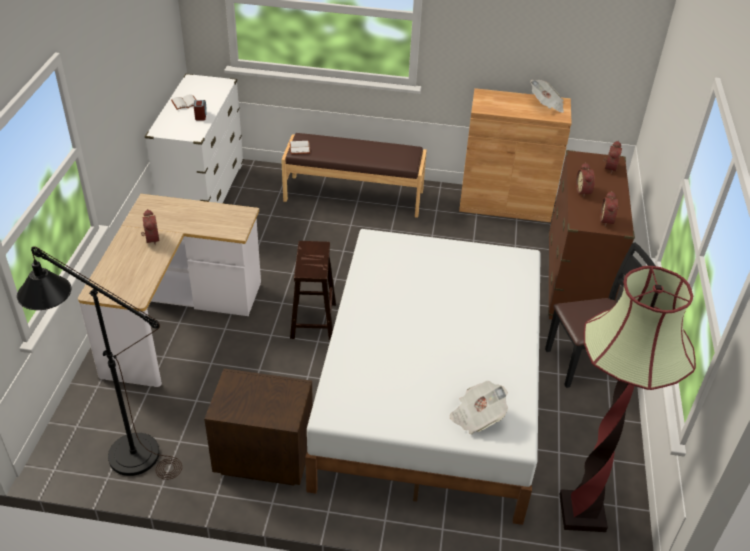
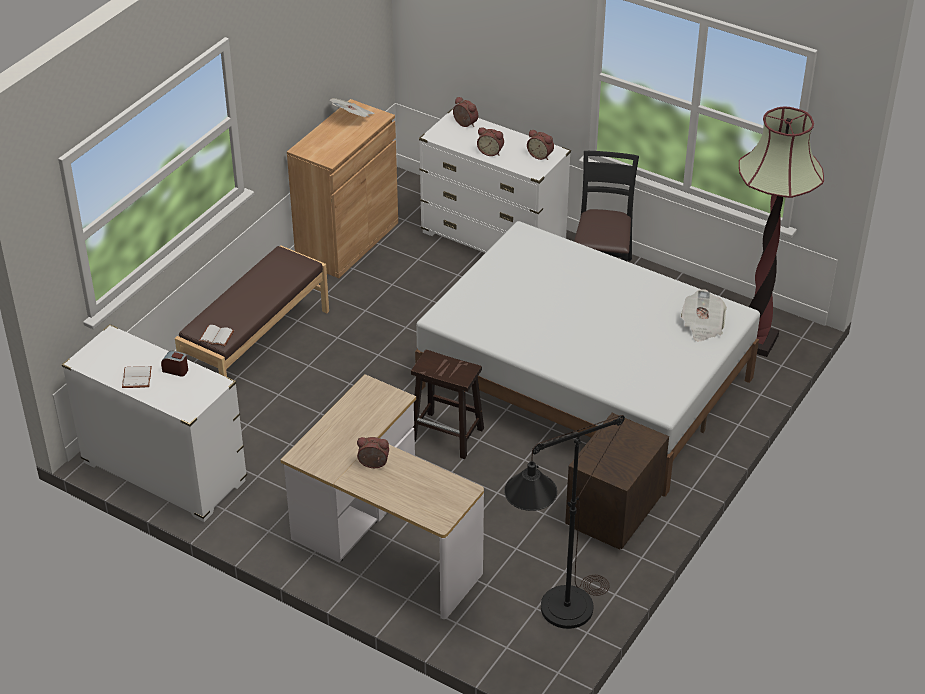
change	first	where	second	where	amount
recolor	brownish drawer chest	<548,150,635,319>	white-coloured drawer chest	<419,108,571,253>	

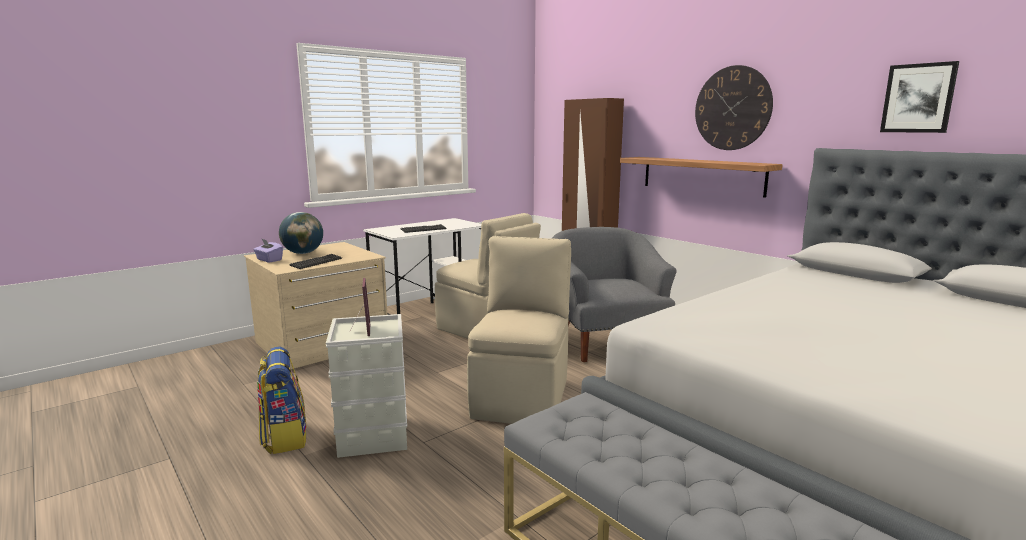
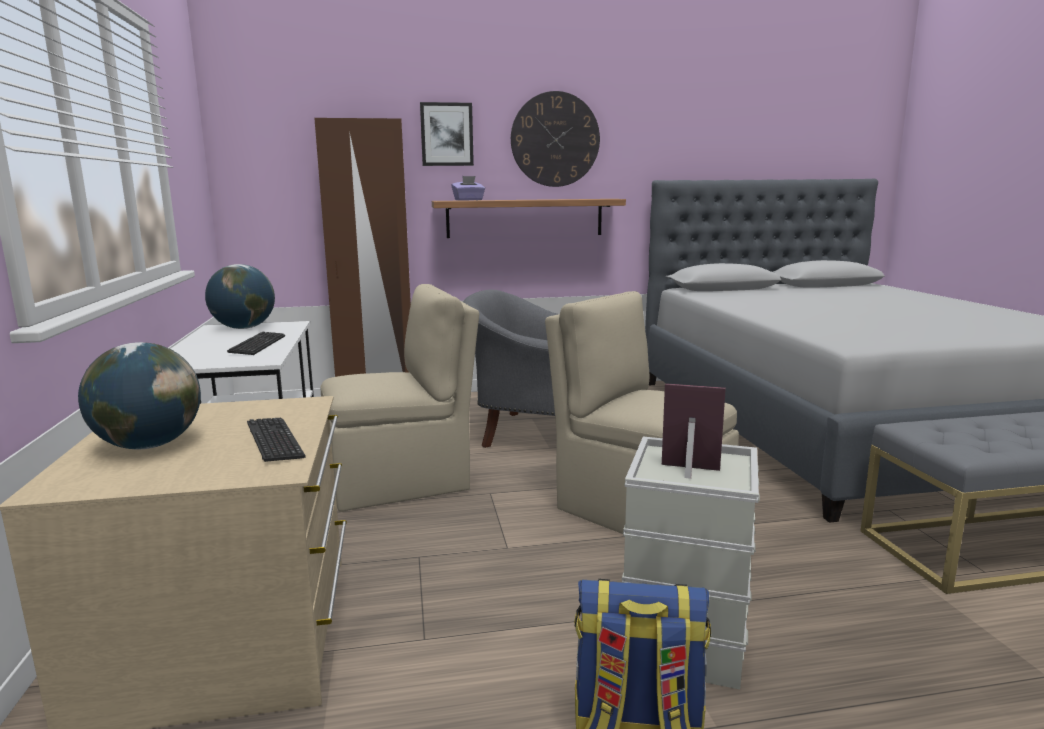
change	first	where	second	where	amount
insert			world globe	<205,264,275,329>	
move	picture	<880,61,959,133>		<420,102,474,166>	
move	purple tissue box	<253,239,283,263>		<451,176,485,201>	

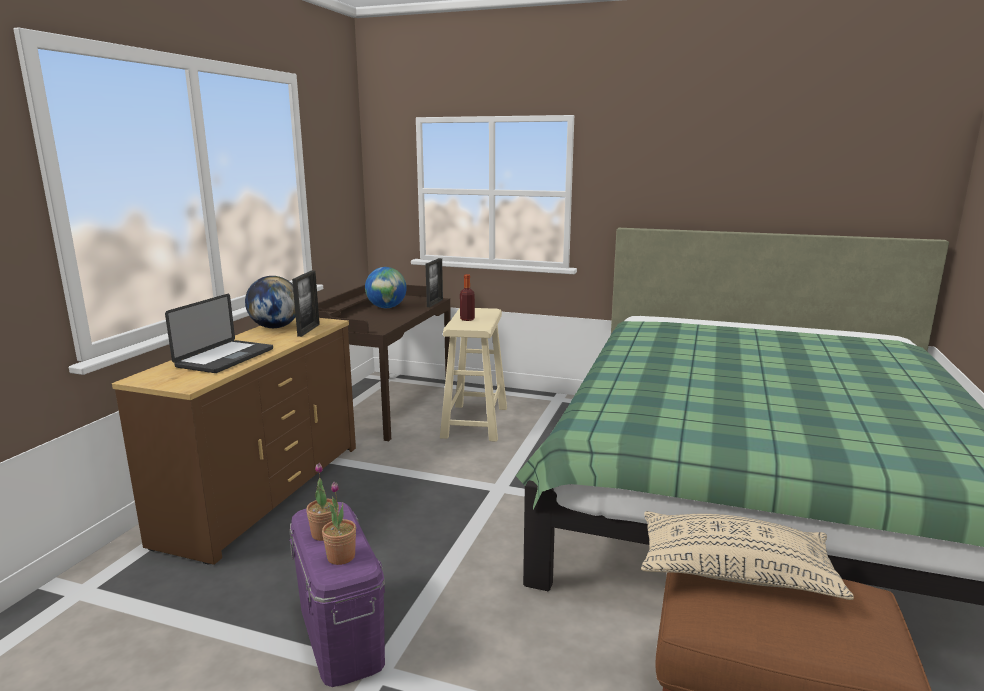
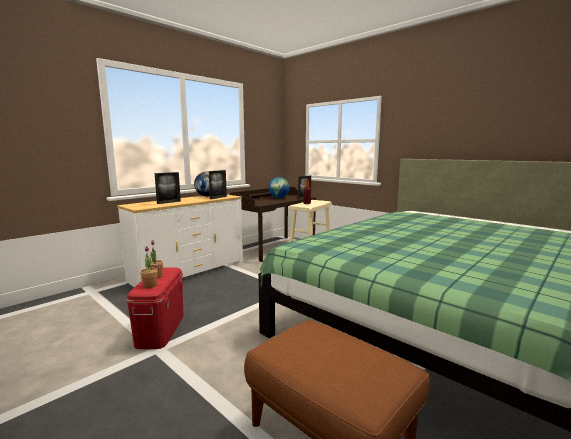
change	first	where	second	where	amount
recolor	brownish drawer chest	<112,318,356,565>	white-coloured drawer chest	<117,194,243,287>	
recolor	purple storage box	<289,502,385,687>	red-coloured storage box	<126,267,183,349>	
replace	laptop	<165,294,273,373>	photo frame	<155,172,181,204>	
delete	sand-coloured cushion	<641,511,854,600>			

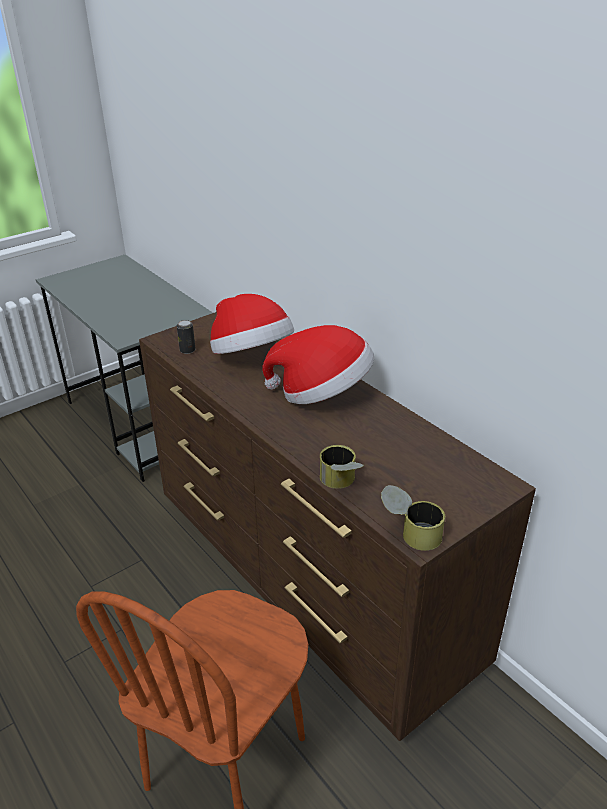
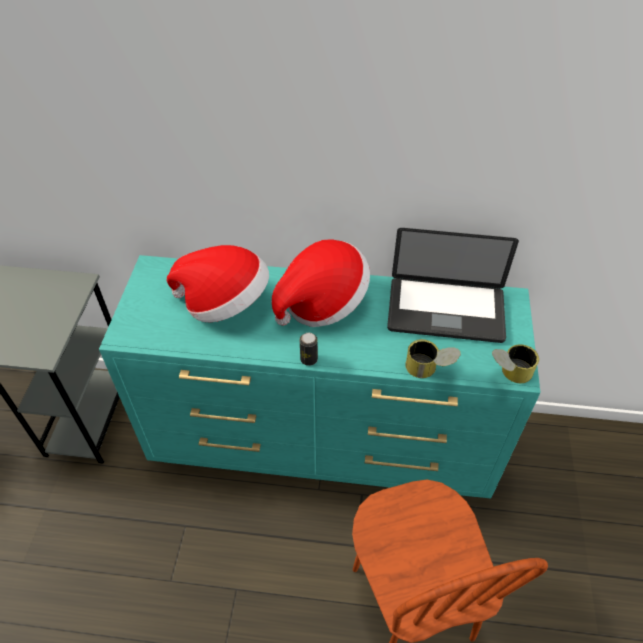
change	first	where	second	where	amount
recolor	brownish drawer chest	<139,312,536,741>	turquoise drawer chest	<99,255,541,498>	
move	can	<177,320,195,354>		<300,333,318,366>	
insert			laptop	<387,228,519,343>	

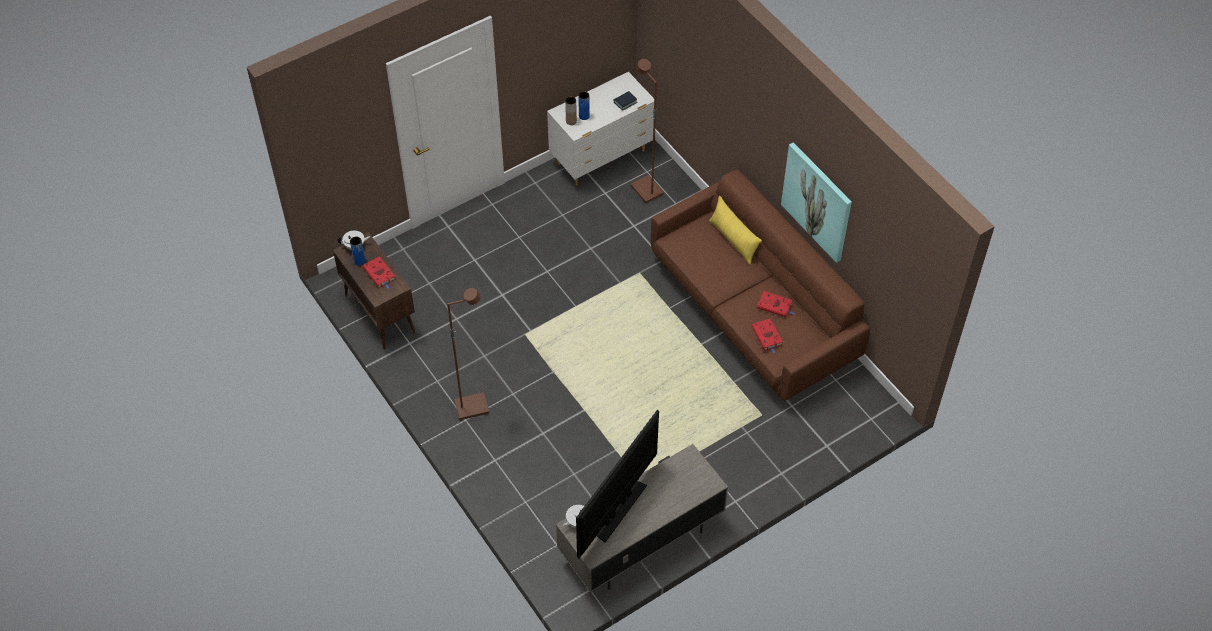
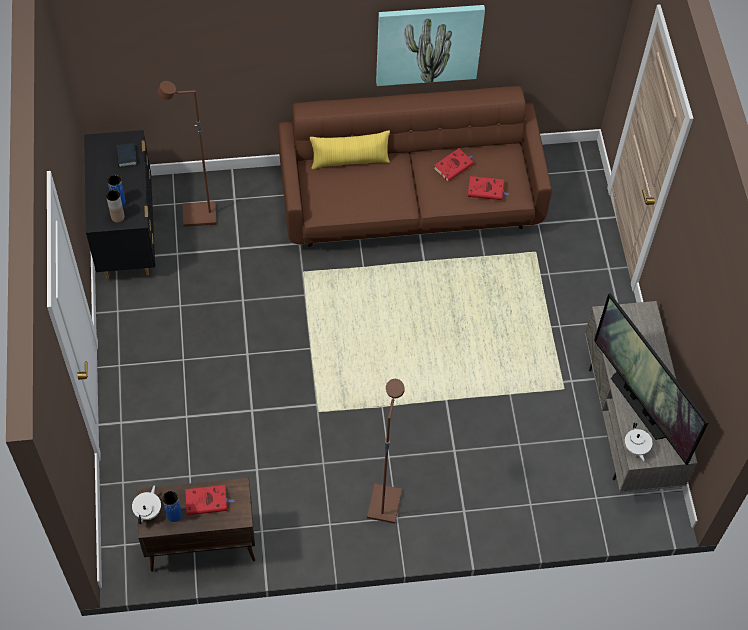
change	first	where	second	where	amount
recolor	white-coloured drawer chest	<547,72,654,186>	black-coloured drawer chest	<84,130,156,279>	

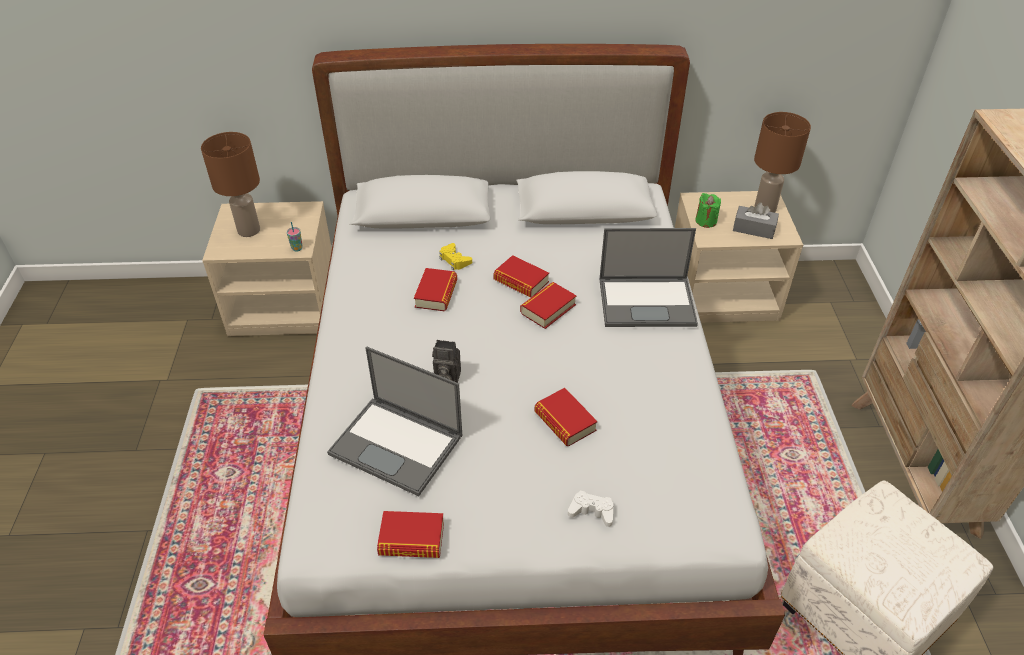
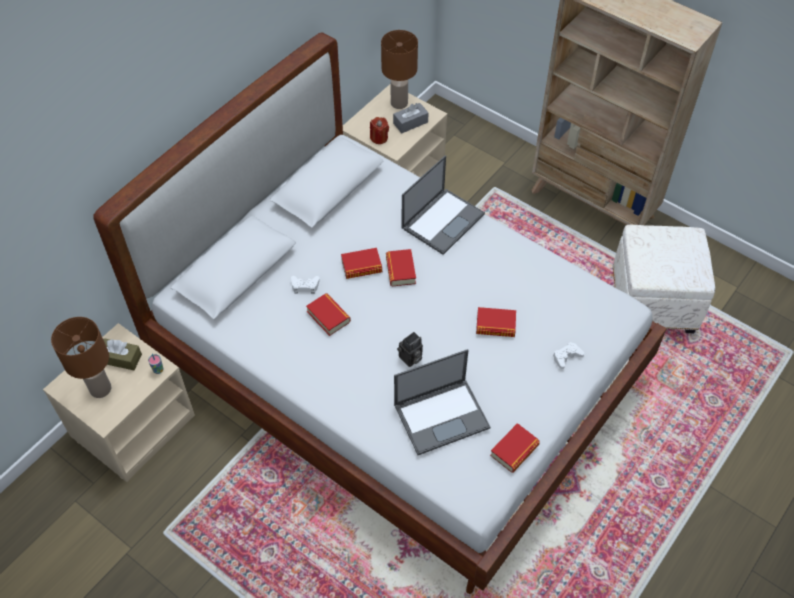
change	first	where	second	where	amount
insert			brownish tissue box	<103,338,142,370>	
recolor	yellow joypad	<439,243,472,270>	white-coloured joypad	<291,276,320,294>	
recolor	greenish candle	<695,193,721,228>	red-coloured candle	<370,117,389,144>	

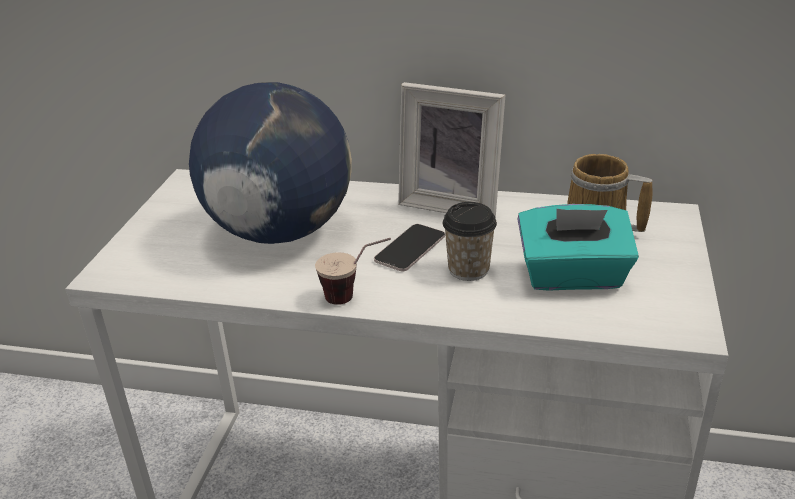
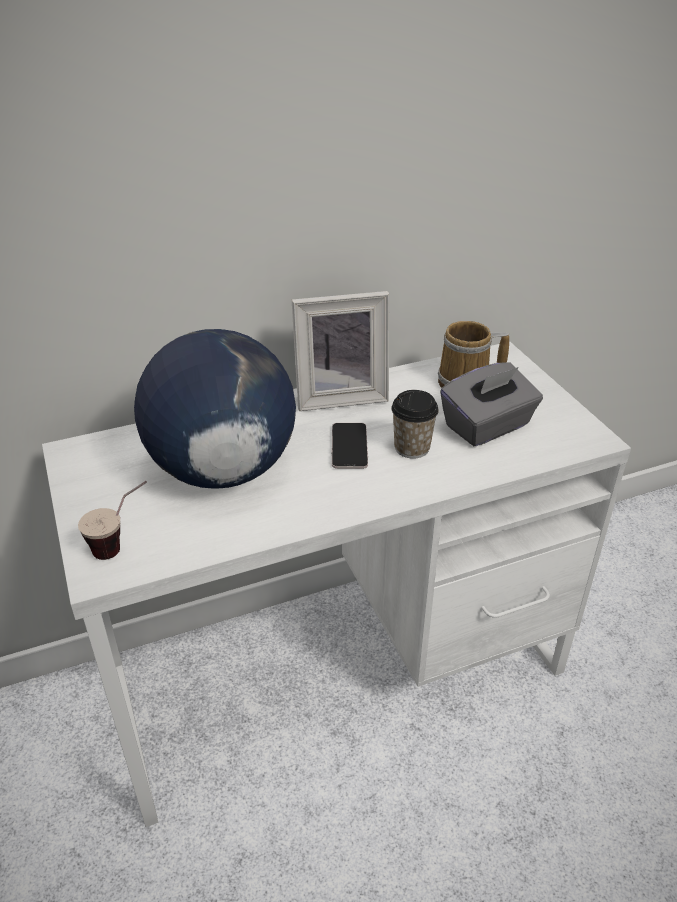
change	first	where	second	where	amount
move	small cup	<315,238,391,305>		<78,481,147,560>	
recolor	turquoise tissue box	<518,204,639,291>	greyish tissue box	<440,363,543,446>	

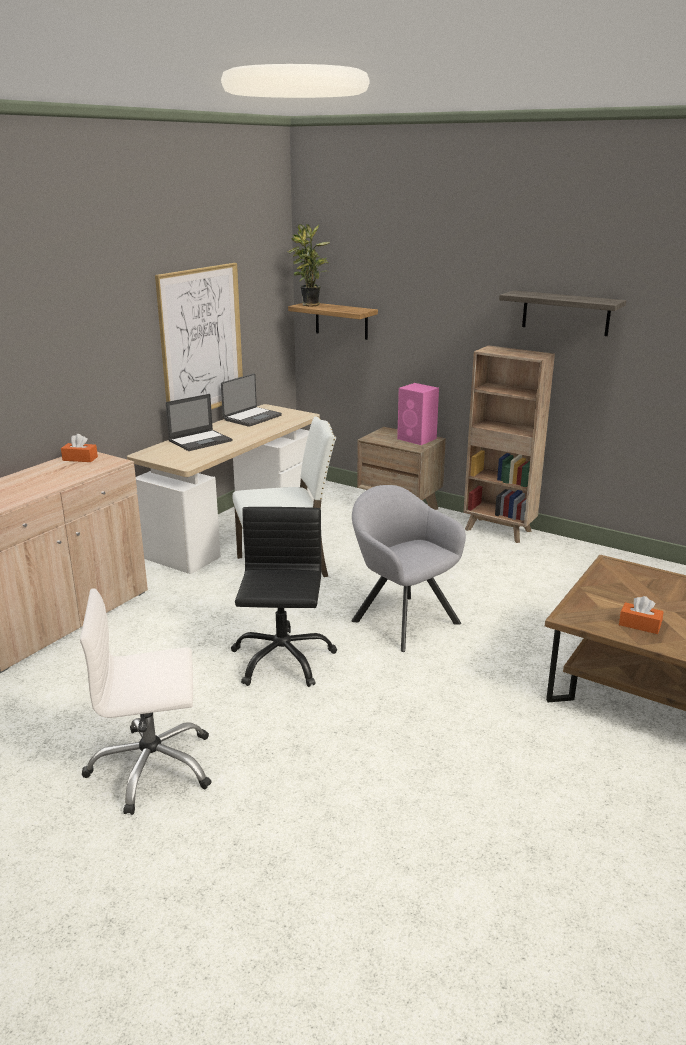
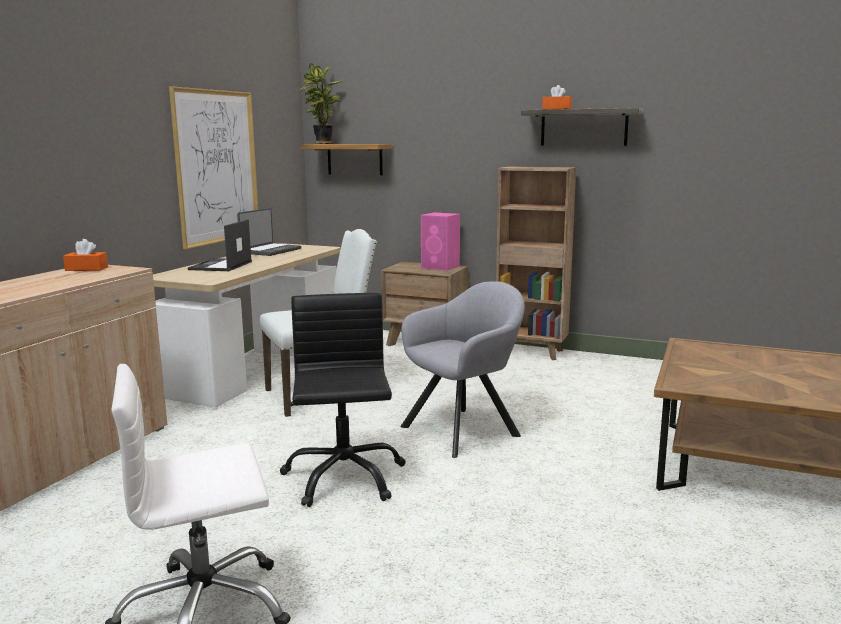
change	first	where	second	where	amount
rotate	laptop	<166,394,232,451>		<188,219,252,271>	150 degrees clockwise
rotate	greyish lounge chair	<351,485,466,652>		<400,281,525,458>	105 degrees clockwise
move	orange-coloured tissue box	<619,596,664,634>		<542,85,572,109>	

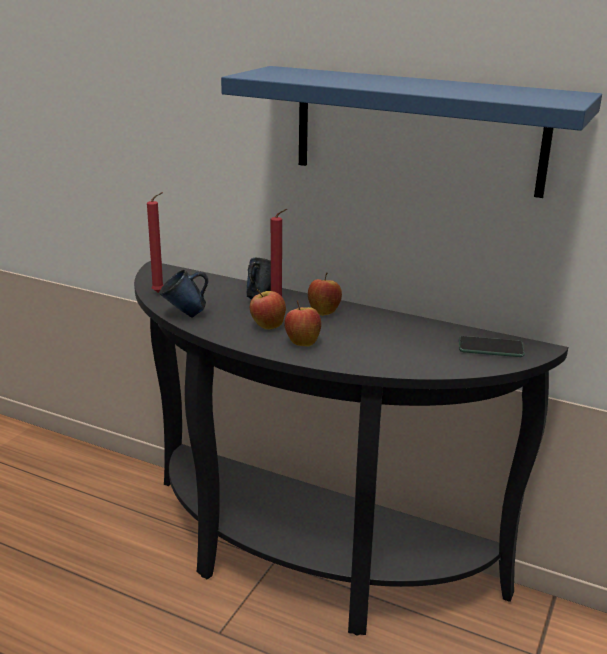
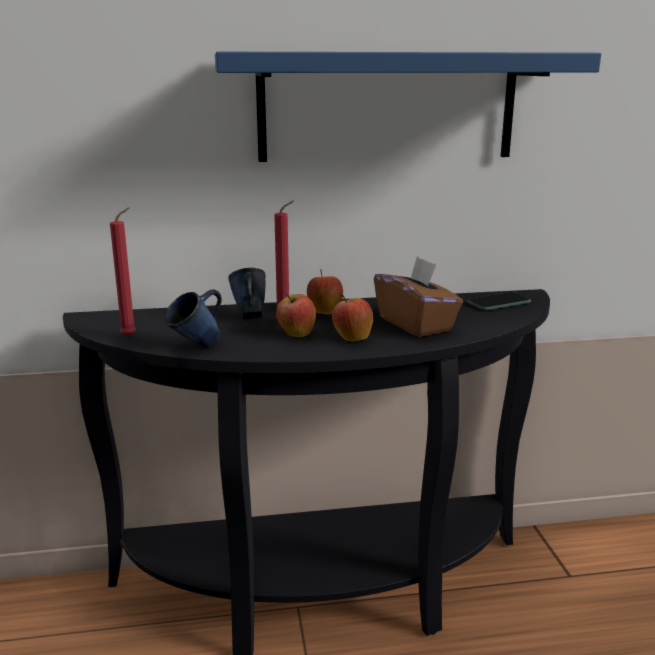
change	first	where	second	where	amount
insert			brownish tissue box	<374,256,463,337>	

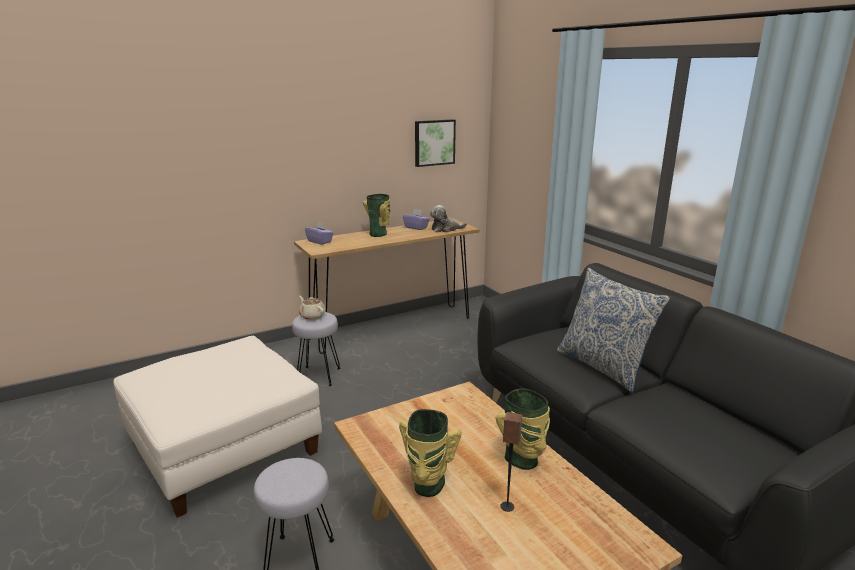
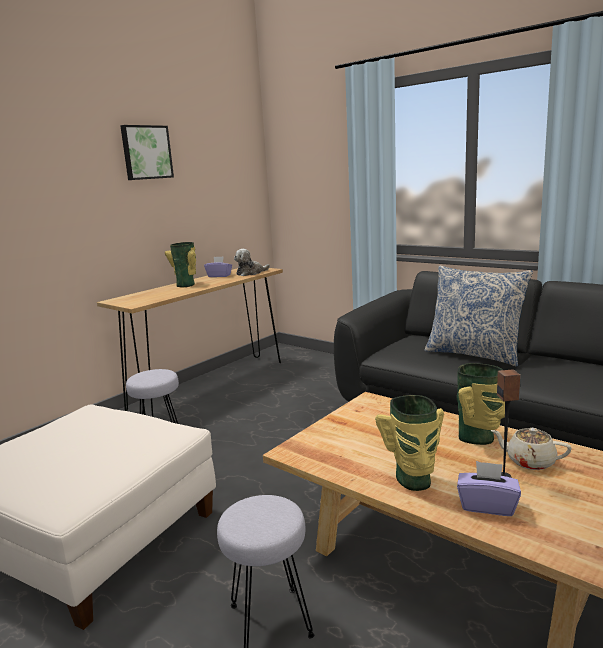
change	first	where	second	where	amount
move	picture	<415,119,456,167>		<120,125,174,180>	
move	purple tissue box	<305,221,334,245>		<457,461,521,516>	
move	sand-coloured tea pot	<299,296,325,320>		<491,428,572,470>	

